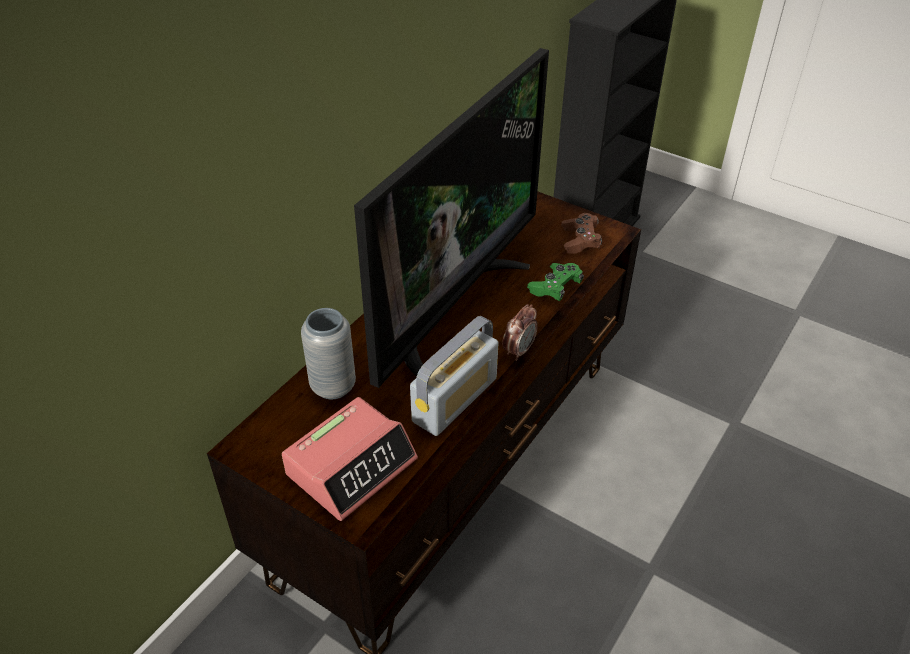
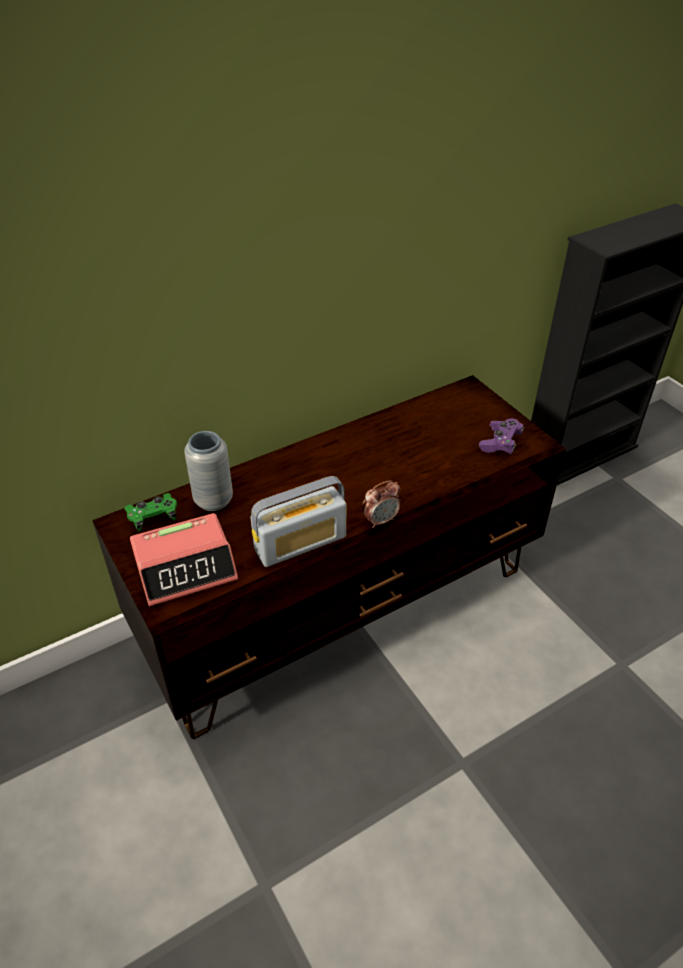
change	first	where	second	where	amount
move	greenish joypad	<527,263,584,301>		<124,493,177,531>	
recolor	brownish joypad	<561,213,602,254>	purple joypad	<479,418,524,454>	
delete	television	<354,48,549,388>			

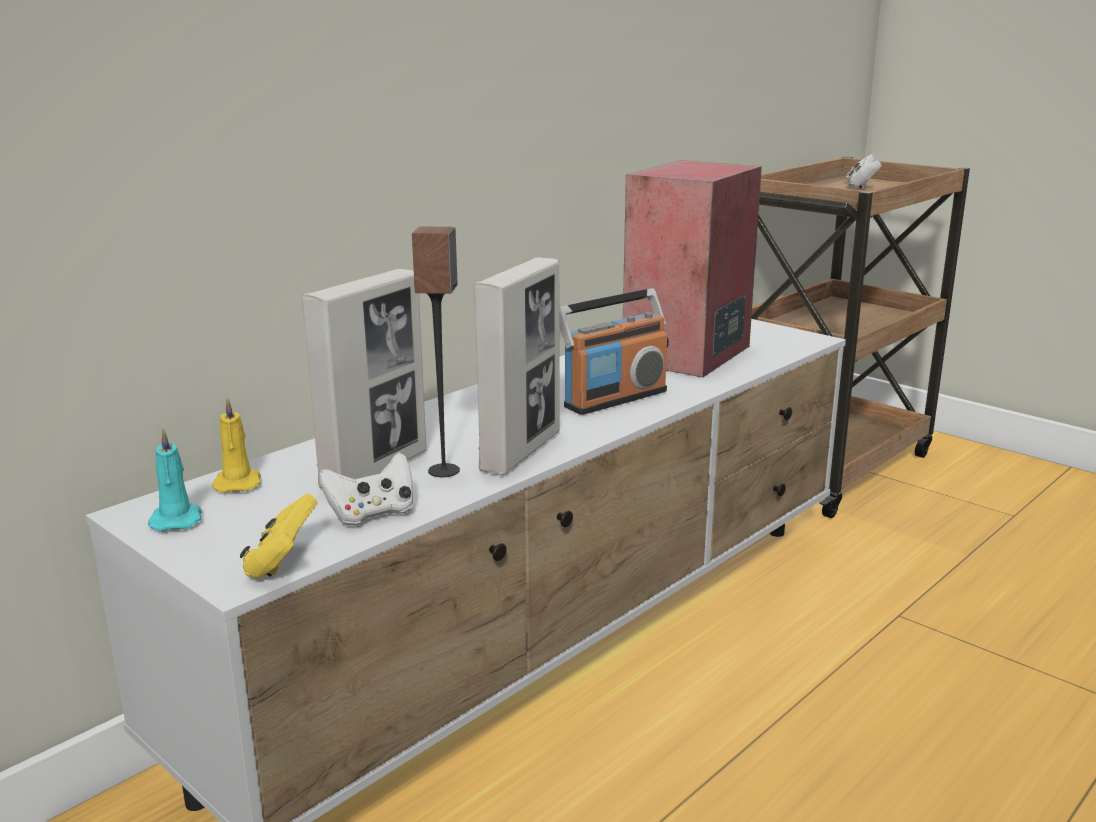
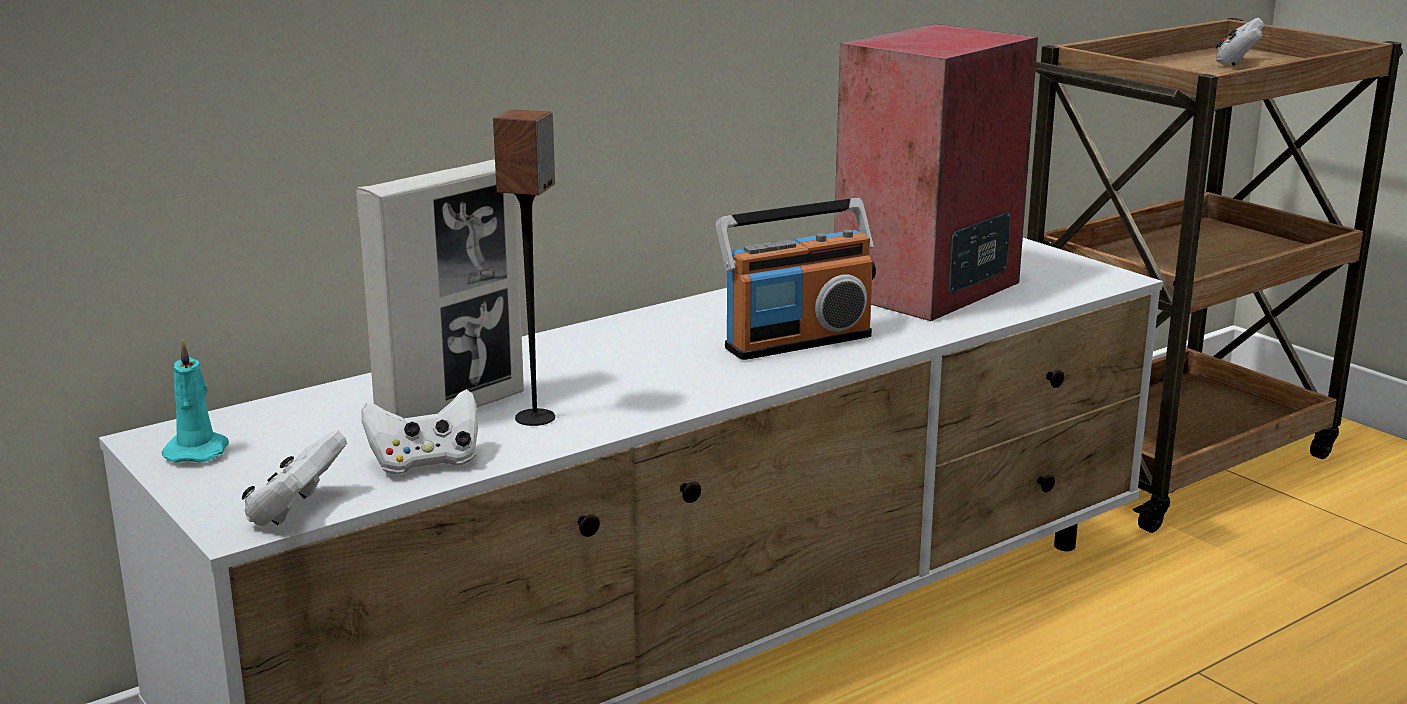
change	first	where	second	where	amount
recolor	yellow joypad	<240,494,318,579>	white-coloured joypad	<242,431,347,526>	
delete	yellow candle	<212,397,261,493>			
delete	photo frame	<473,258,560,475>			

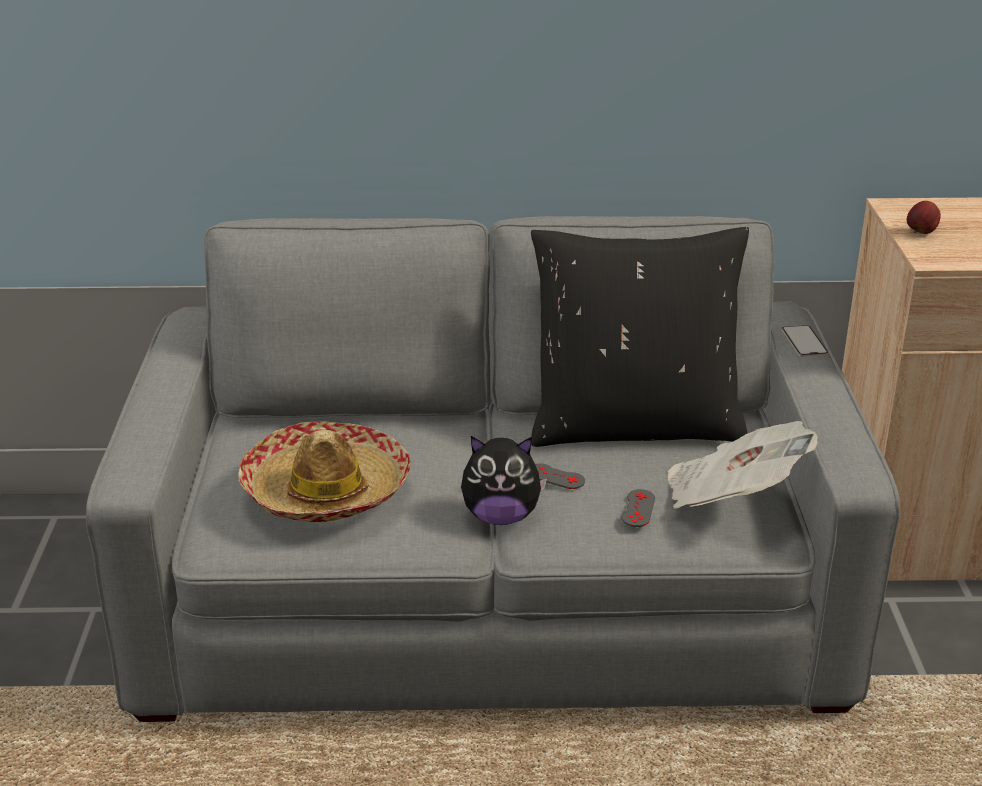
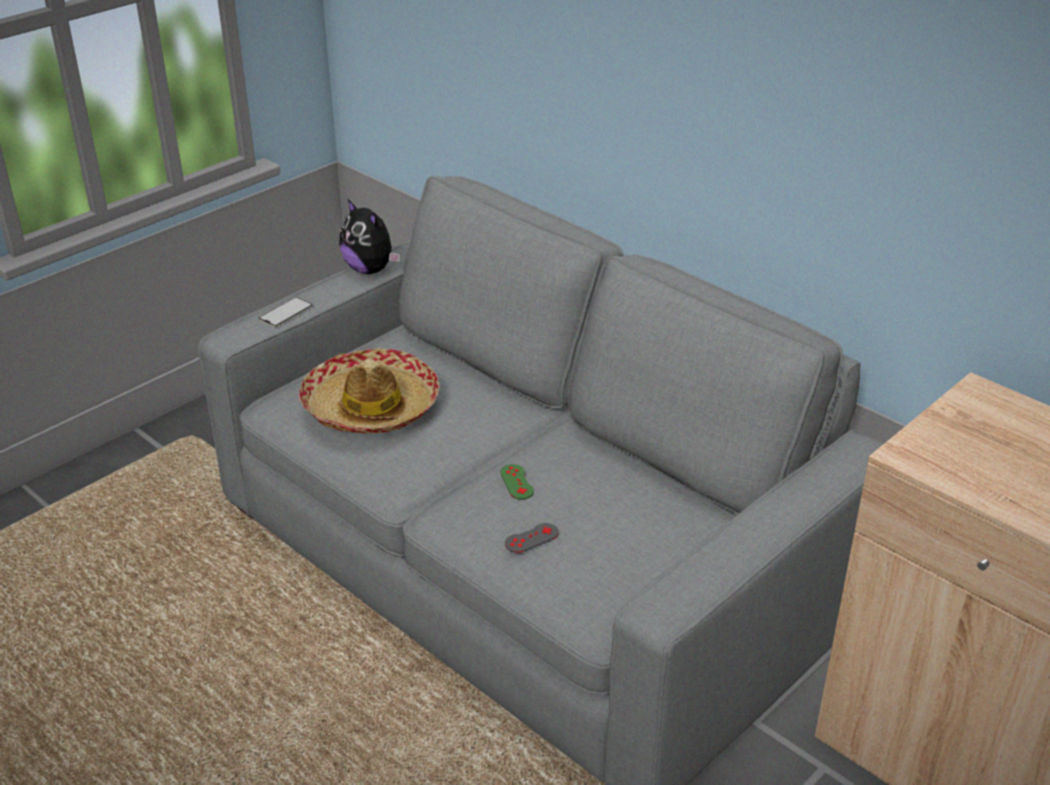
change	first	where	second	where	amount
move	handset	<782,325,829,356>		<258,297,313,327>	
move	soft toy	<461,436,547,525>		<339,198,400,274>	
recolor	greyish joypad	<535,463,585,489>	greenish joypad	<500,464,534,500>	
delete	black-coloured cushion	<531,227,749,447>			
delete	daily paper	<668,421,818,509>			
delete	apple fruit	<907,201,941,234>			

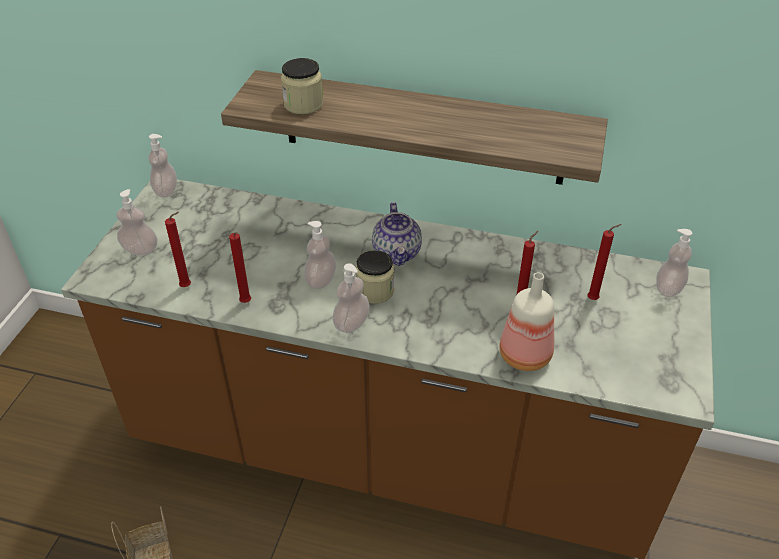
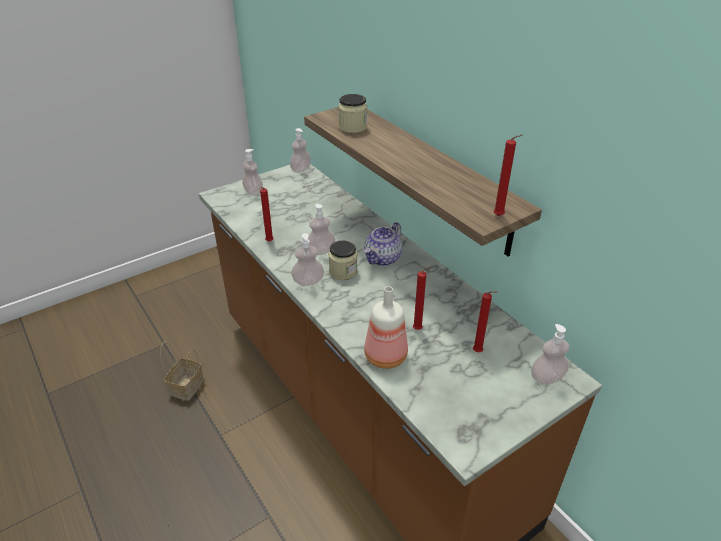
change	first	where	second	where	amount
move	red-coloured candle	<165,212,191,287>		<493,135,523,216>	

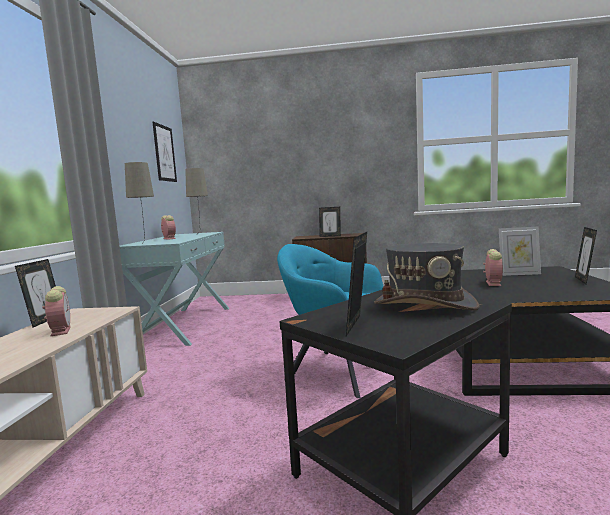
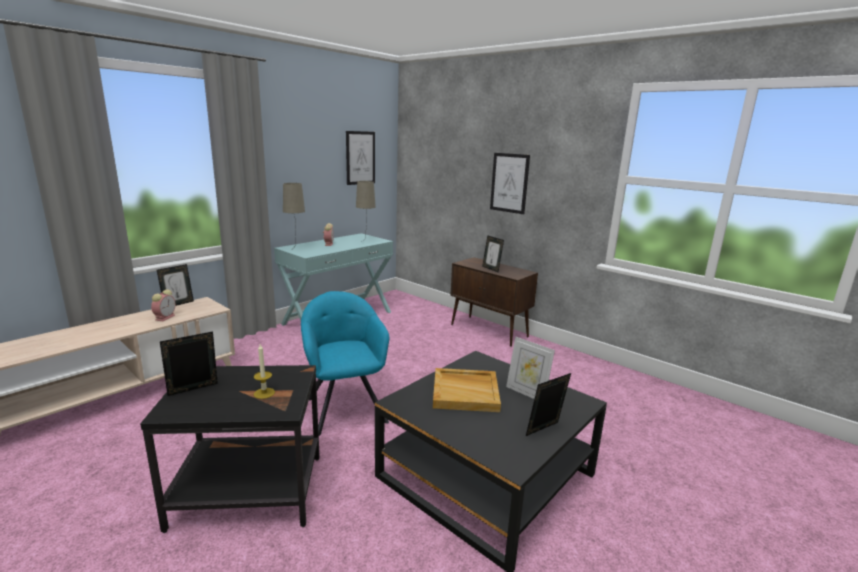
change	first	where	second	where	amount
replace	greyish clothing hat	<374,243,480,311>	candle	<254,344,275,399>	
replace	table clock	<483,249,503,286>	sand-coloured tray	<433,368,501,412>	
insert			picture	<490,153,530,214>	

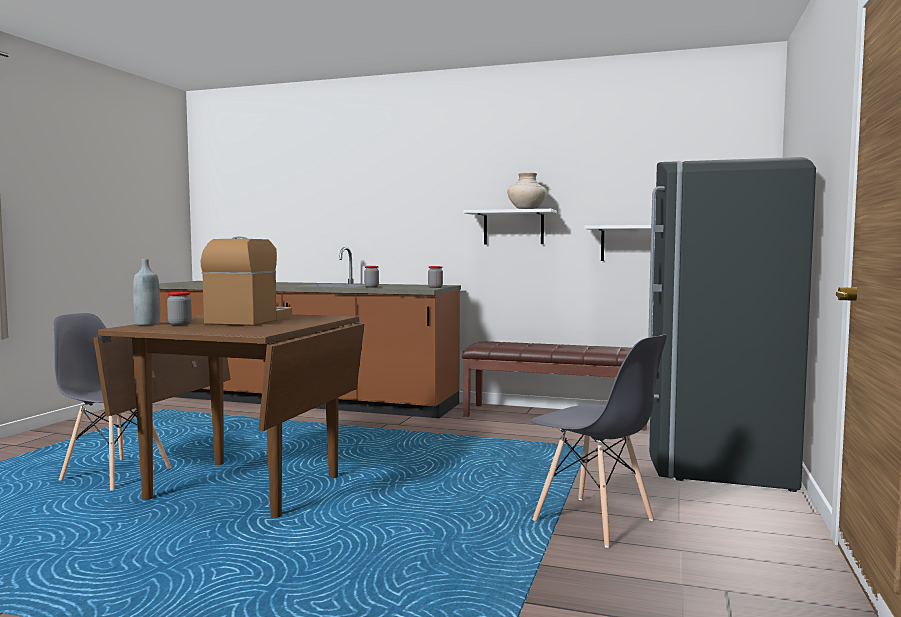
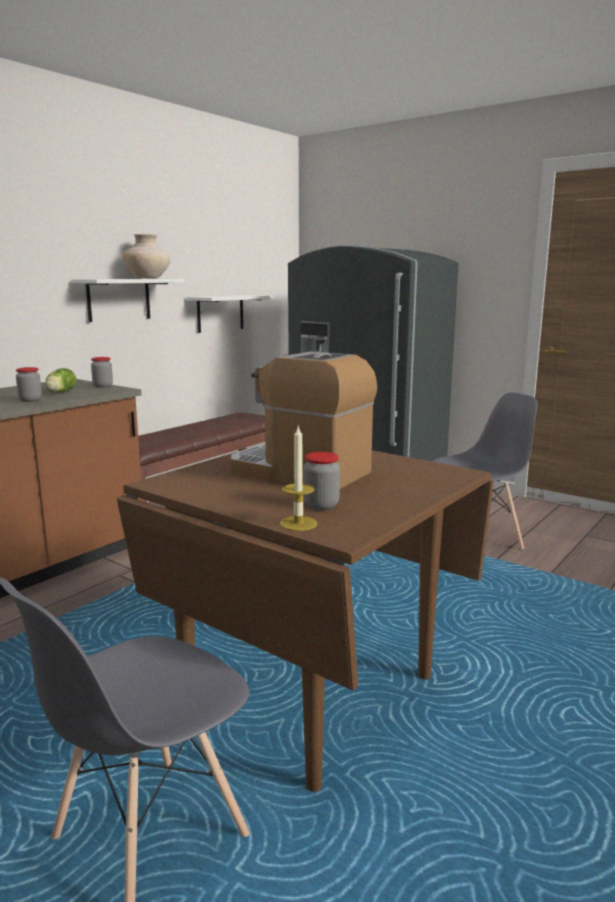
change	first	where	second	where	amount
insert			lettuce head	<45,368,76,393>	
replace	greyish beverage bottle	<133,259,160,325>	candle	<280,426,317,531>	

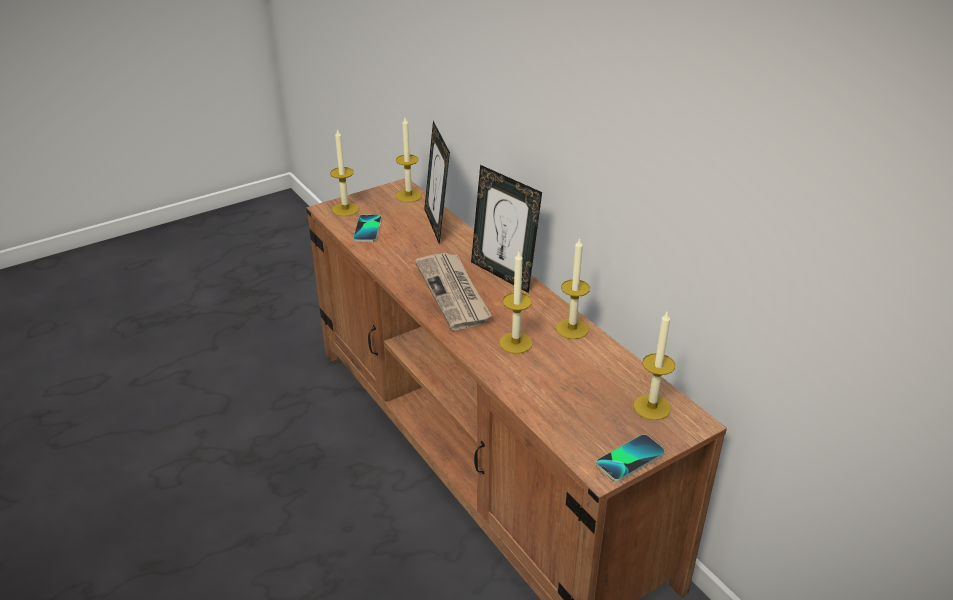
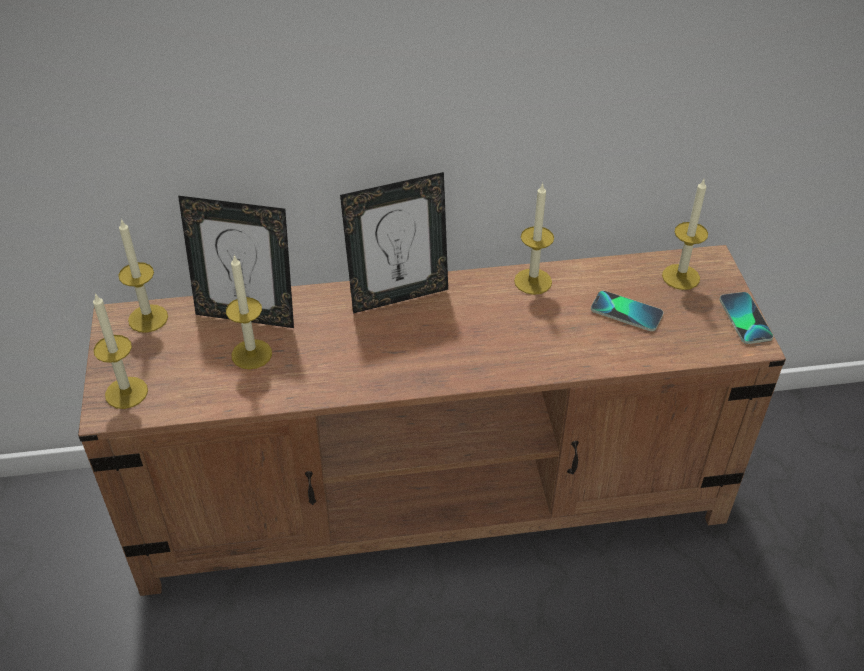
change	first	where	second	where	amount
move	candle	<499,252,533,354>		<226,255,272,369>	
move	handset	<353,215,381,242>		<591,291,663,331>	
delete	daily paper	<415,253,492,330>			

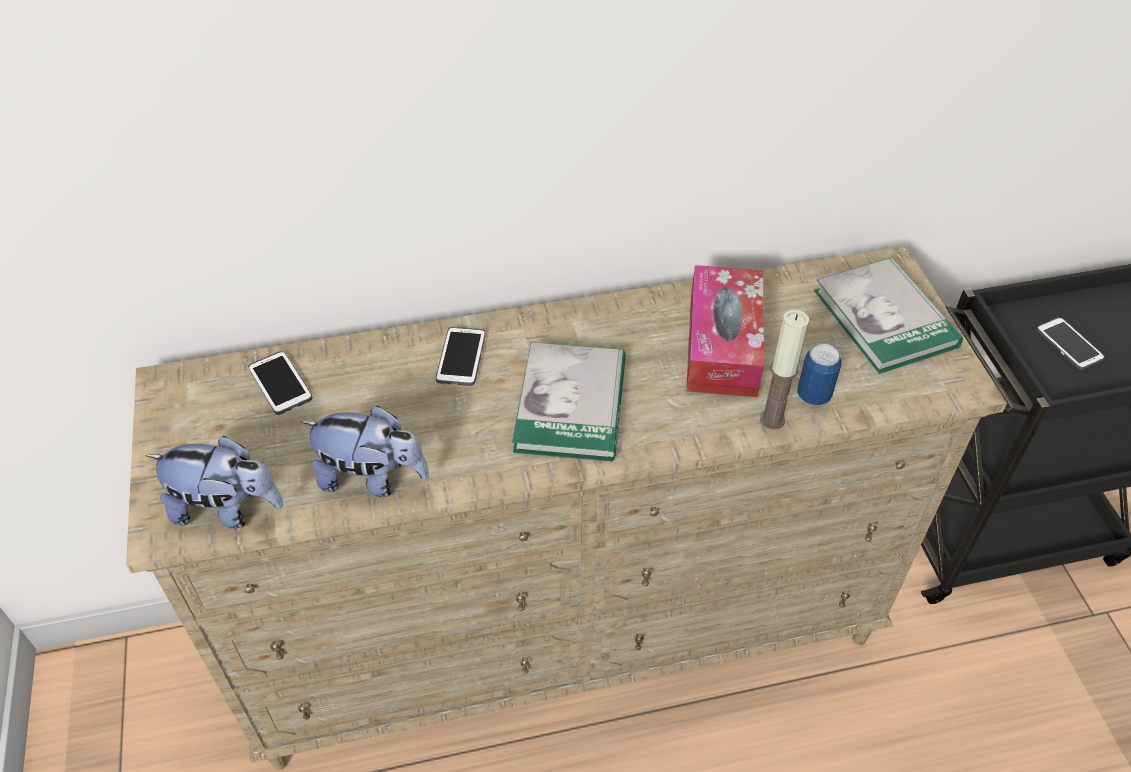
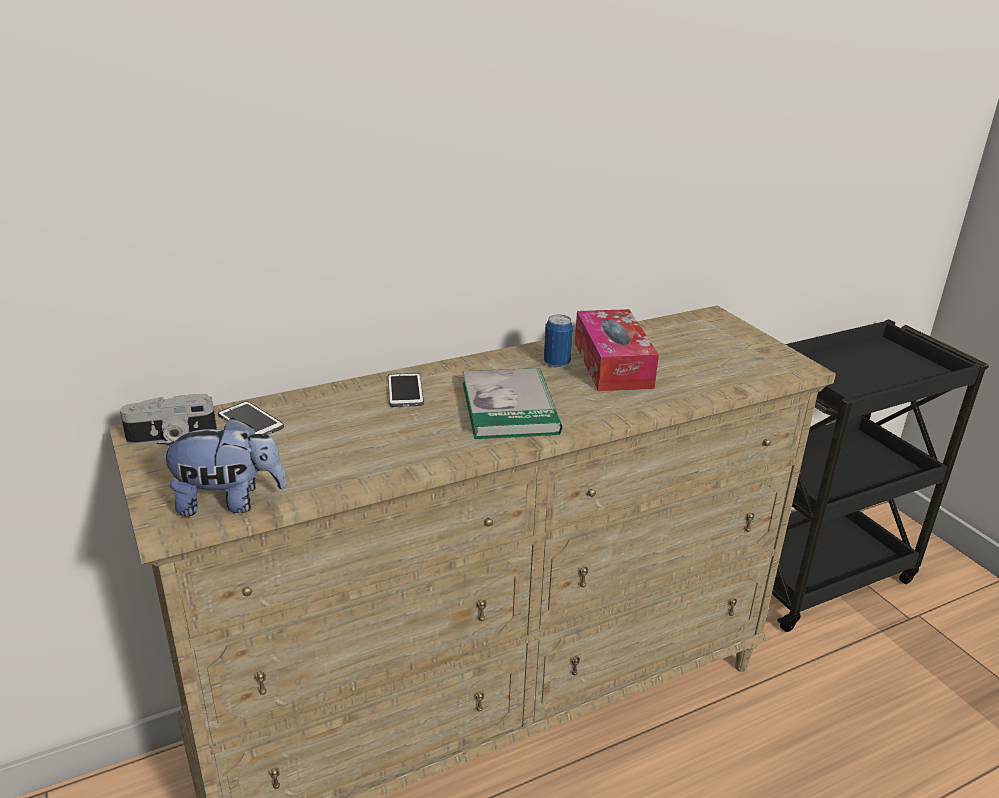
change	first	where	second	where	amount
insert			still camera	<120,394,217,445>	
move	can	<797,343,842,406>		<544,315,573,368>	
delete	soft toy	<301,405,429,497>			
delete	candle	<760,310,809,429>			
delete	volume	<814,257,963,374>			
delete	handset	<1036,317,1105,370>			

